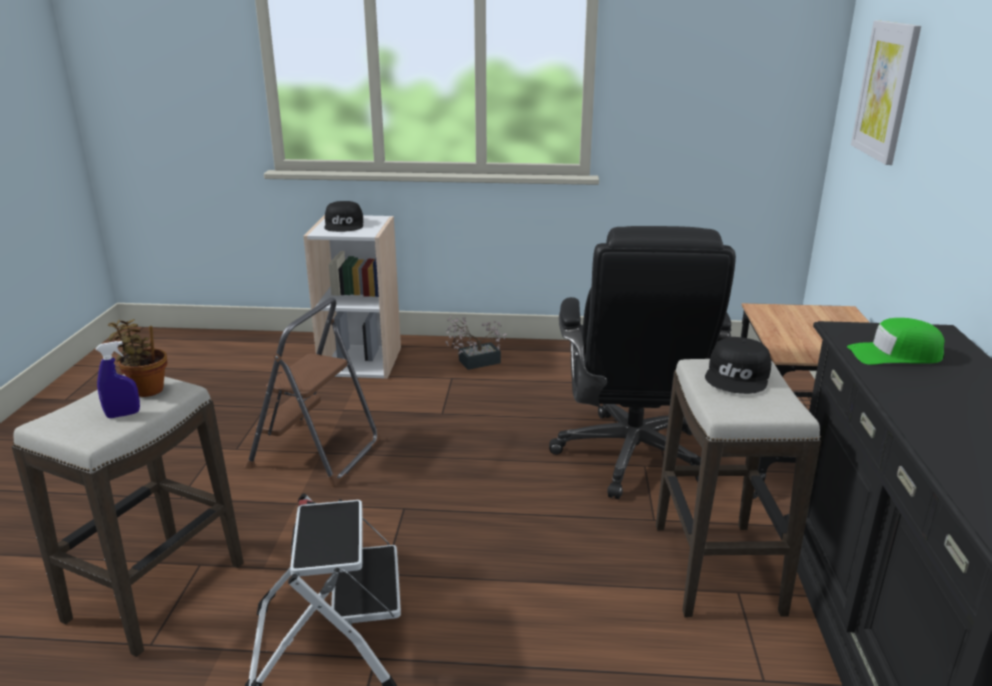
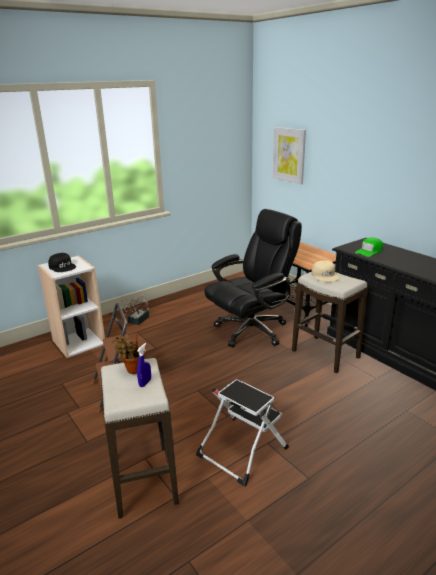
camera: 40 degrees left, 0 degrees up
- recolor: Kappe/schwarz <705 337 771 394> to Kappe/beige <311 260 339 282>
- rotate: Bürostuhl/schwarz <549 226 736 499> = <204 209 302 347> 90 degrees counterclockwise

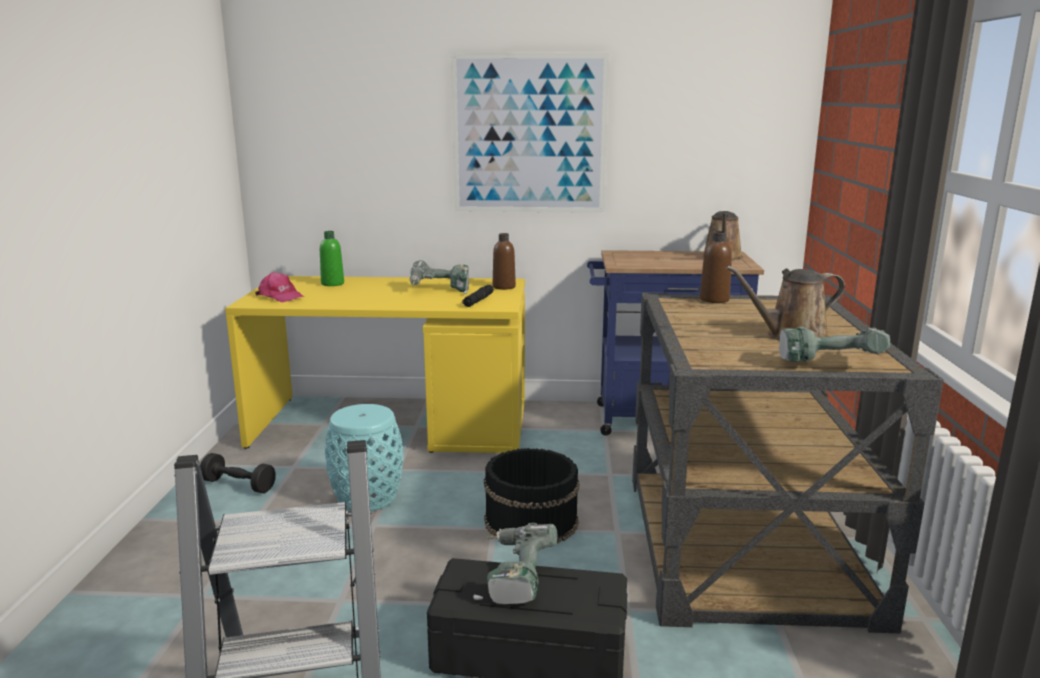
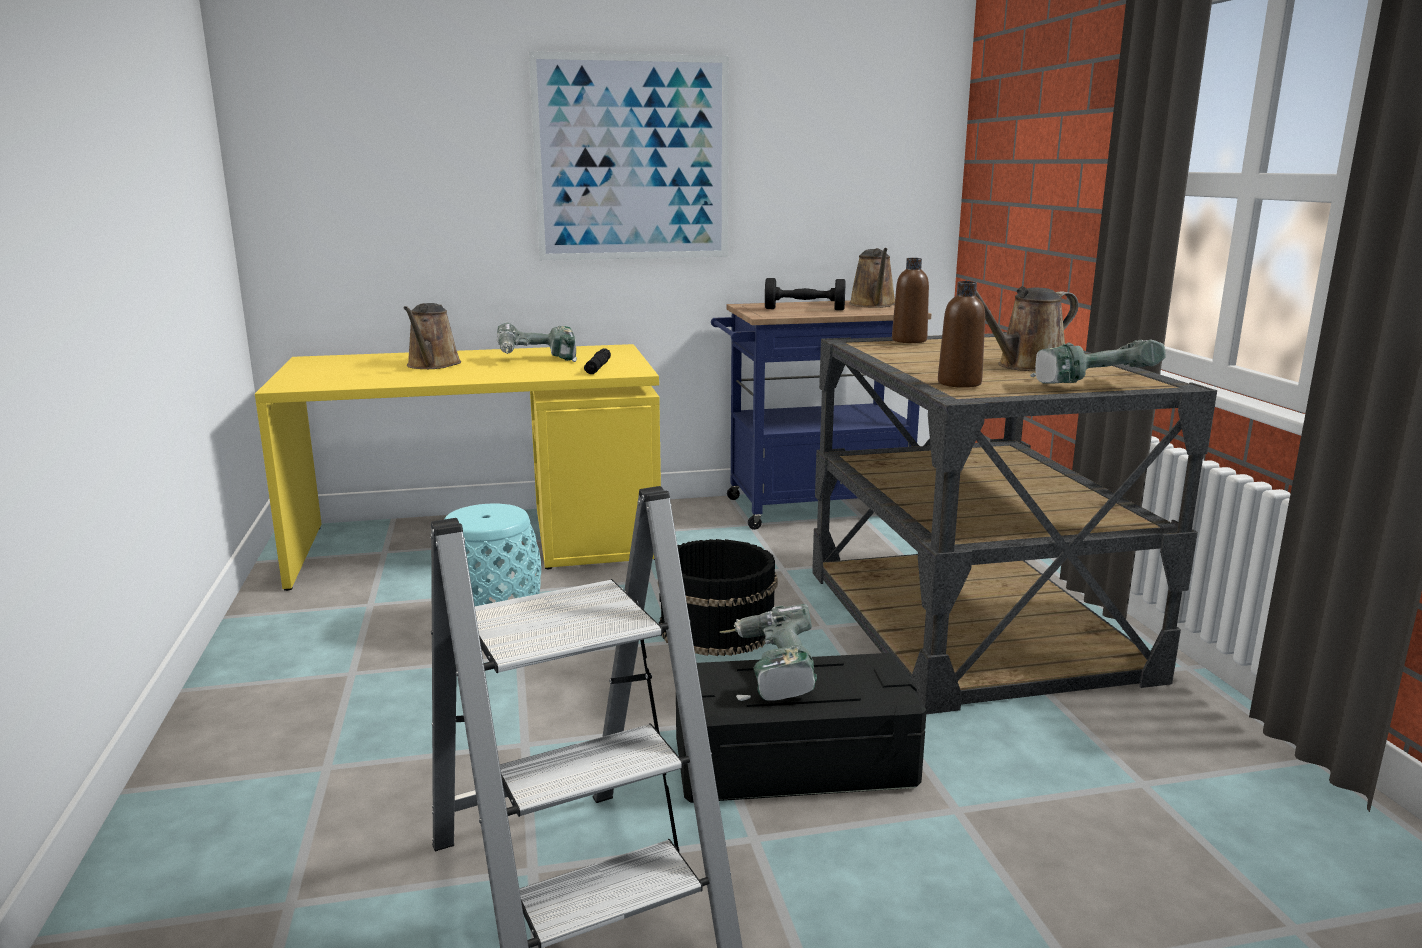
camera: 15 degrees left, 0 degrees up
- delete: Kappe/rosa <255 272 304 302>
- delete: Flasche/grün <320 231 344 286>
- insert: Gießkanne/braun <403 303 461 369>
- move: Hantel/schwarz <200 453 276 493> to <765 278 846 310>
- move: Flasche/braun <493 233 516 290> to <938 281 985 388>

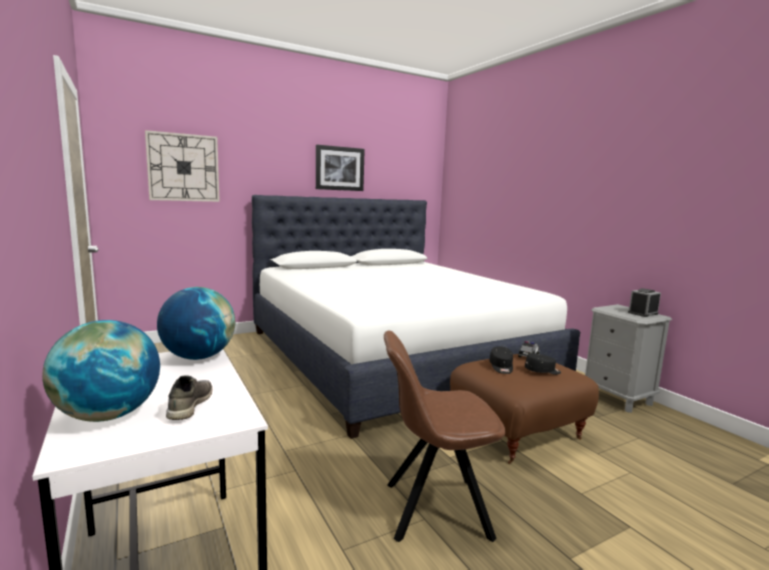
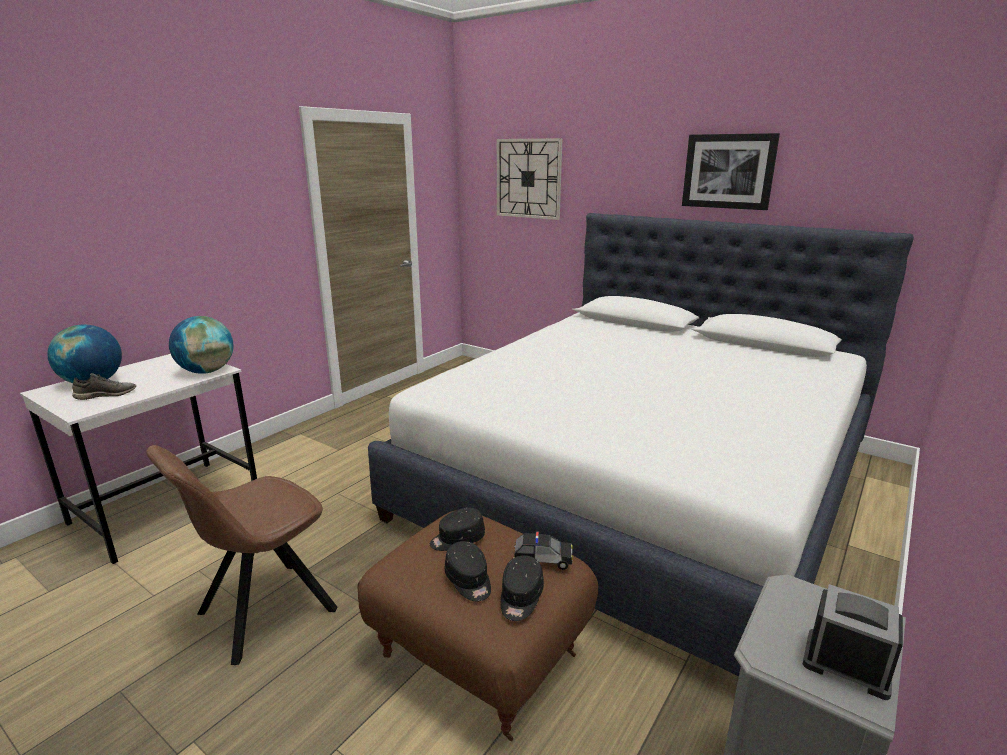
camera: 65 degrees right, 10 degrees up
- insert: Kappe/schwarz <501 555 544 621>
- rotate: Stuhl/braun <384 330 506 542> = <146 445 337 665> 105 degrees counterclockwise

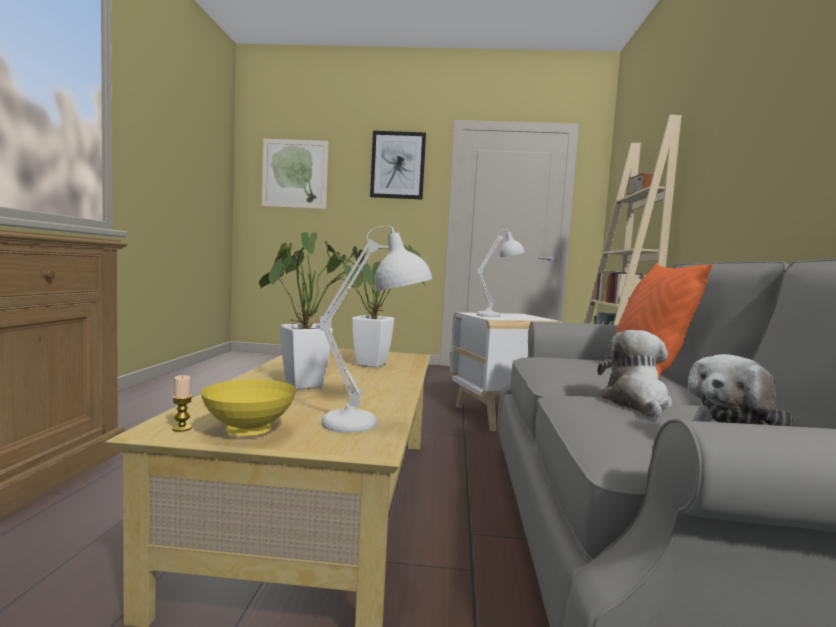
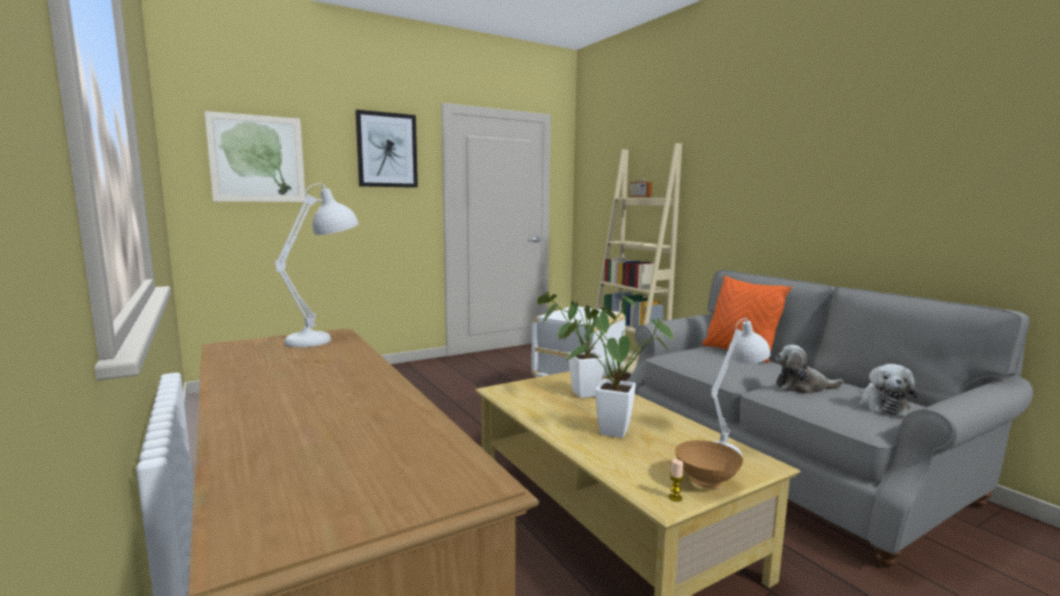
camera: 35 degrees left, 5 degrees up
- move: Tischlampe/weiß <476 229 525 317> to <275 184 359 347>
- recolor: Schüssel/gelb <201 379 297 436> to Schüssel/braun <675 440 743 488>
- rotate: Plüschtier <597 330 672 418> = <775 345 843 394> 60 degrees counterclockwise

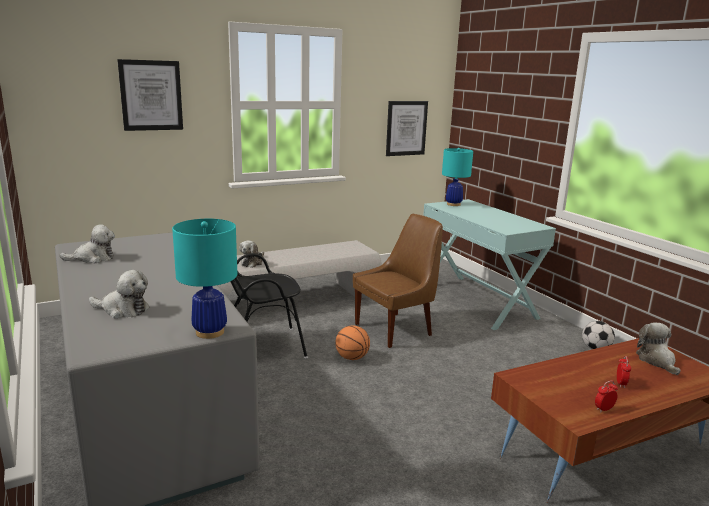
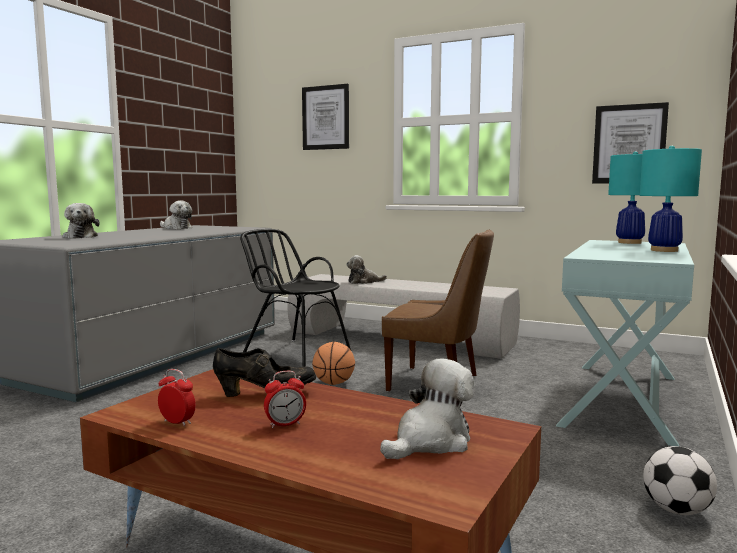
camera: 55 degrees right, 10 degrees down
- insert: Schuh/schwarz <213 348 316 397>
- move: Tischlampe/türkis <172 219 237 339> to <640 146 702 252>

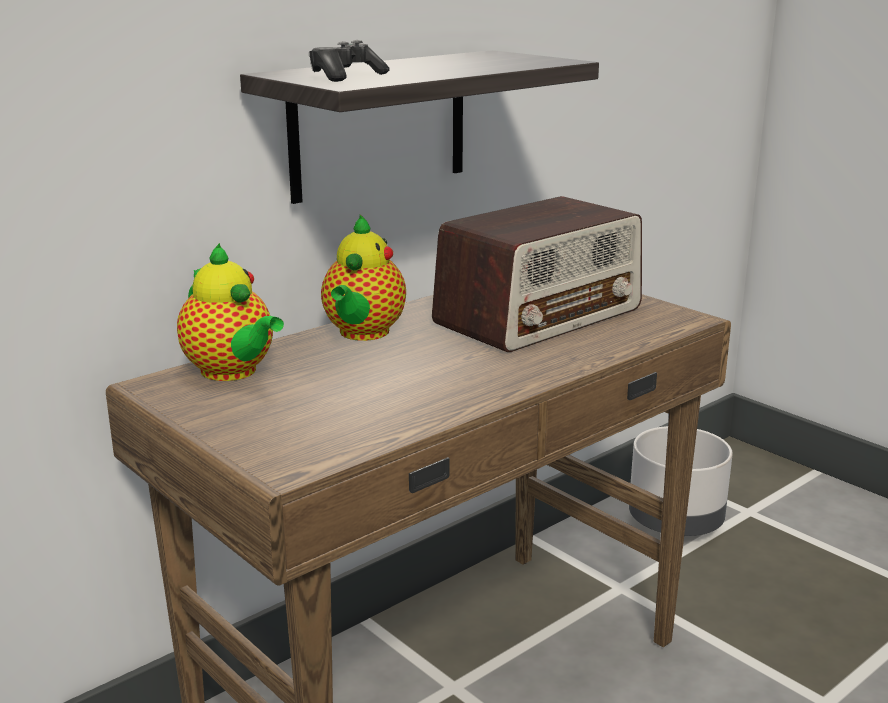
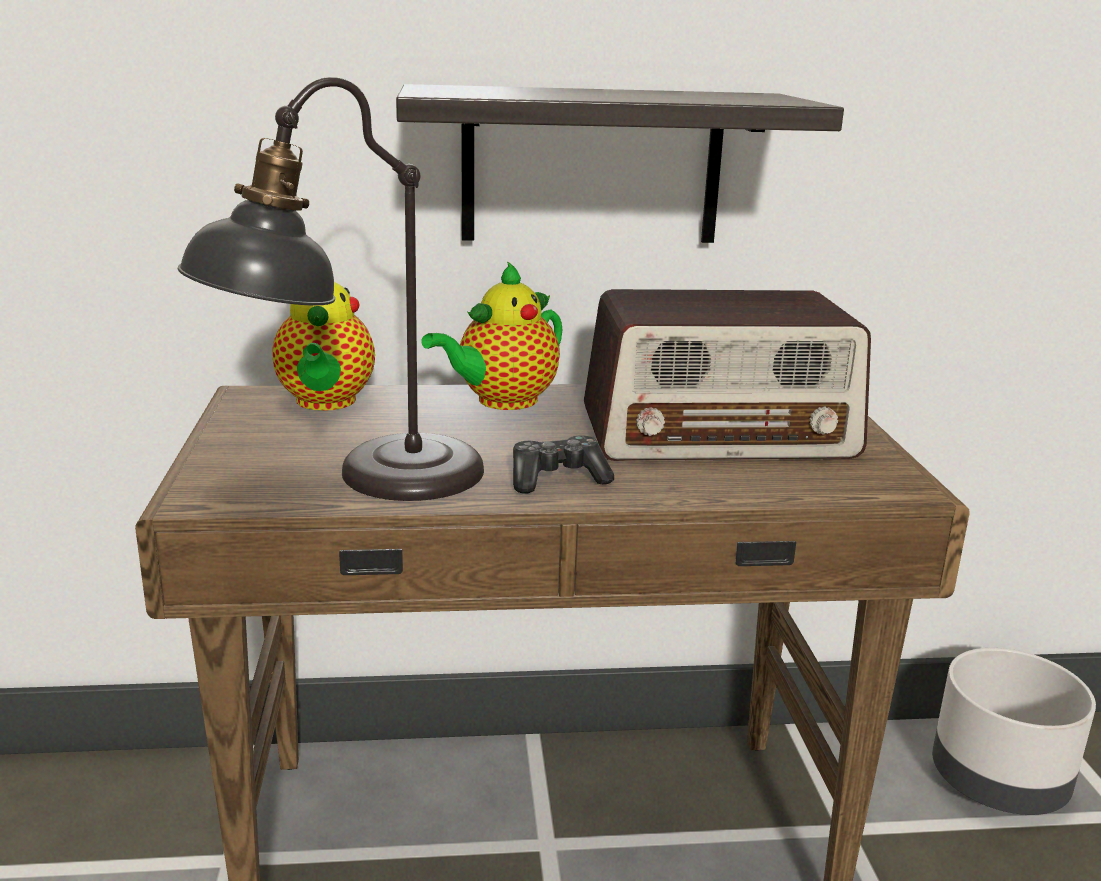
camera: 35 degrees right, 0 degrees up
- insert: Tischlampe/grau <178 77 484 501>
- move: Gamepad <309 40 390 82> to <513 435 614 494>

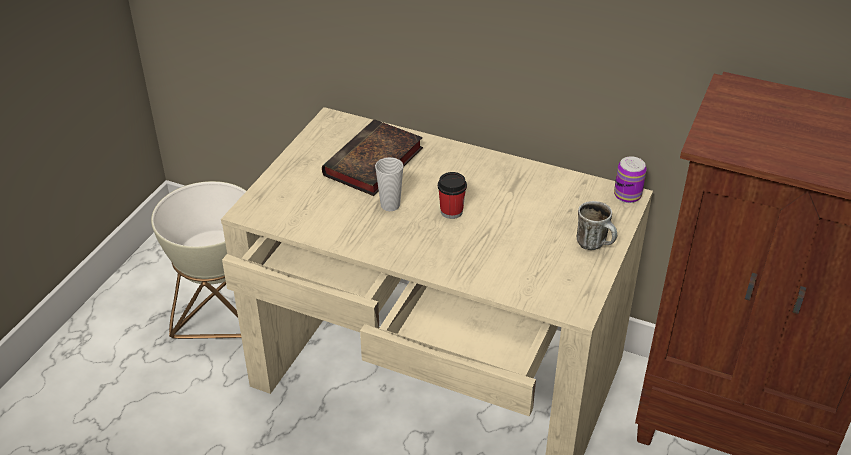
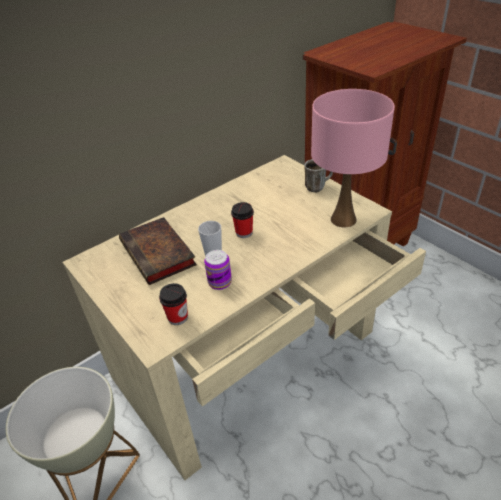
camera: 60 degrees left, 0 degrees up
- insert: Tasse <159 283 188 325>
- insert: Tischlampe/rosa <311 89 395 227>
- move: Dose <614 156 647 203> to <204 250 232 290>

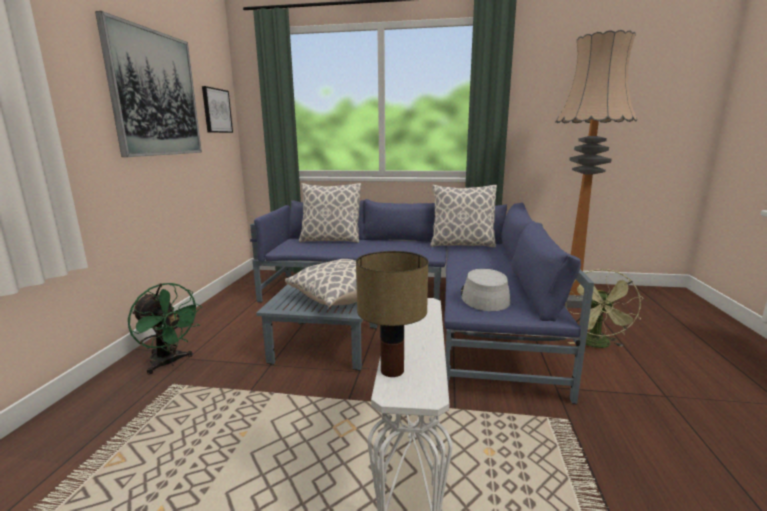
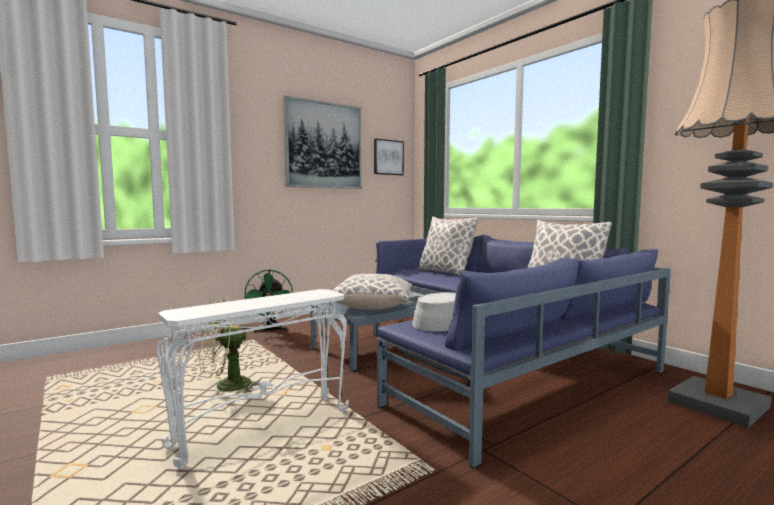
camera: 45 degrees right, 10 degrees down
- delete: Tischlampe <356 251 428 377>
- move: Ventilator/grün <565 269 644 348> to <198 299 260 394>

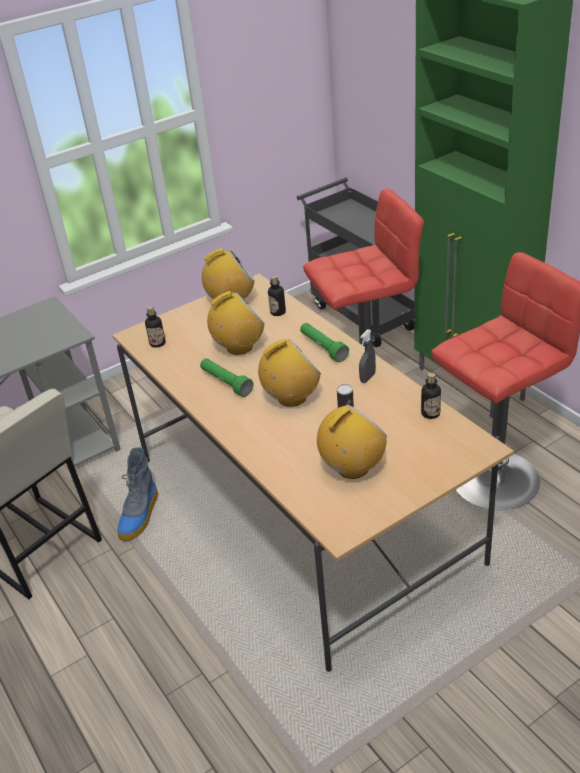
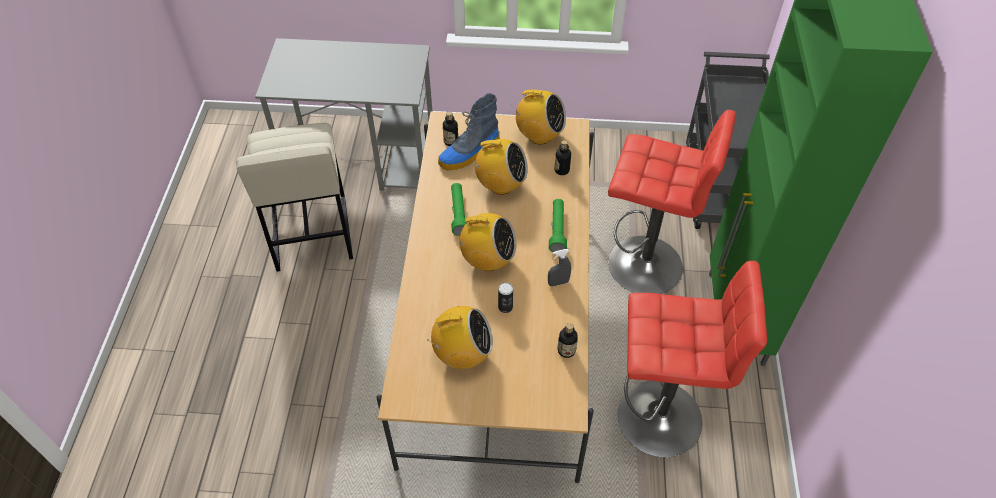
camera: 35 degrees right, 15 degrees up
- move: Stiefel <117 447 158 541> to <438 93 500 170>

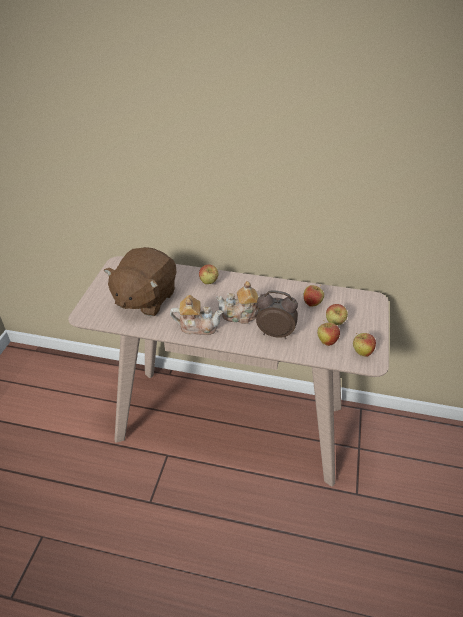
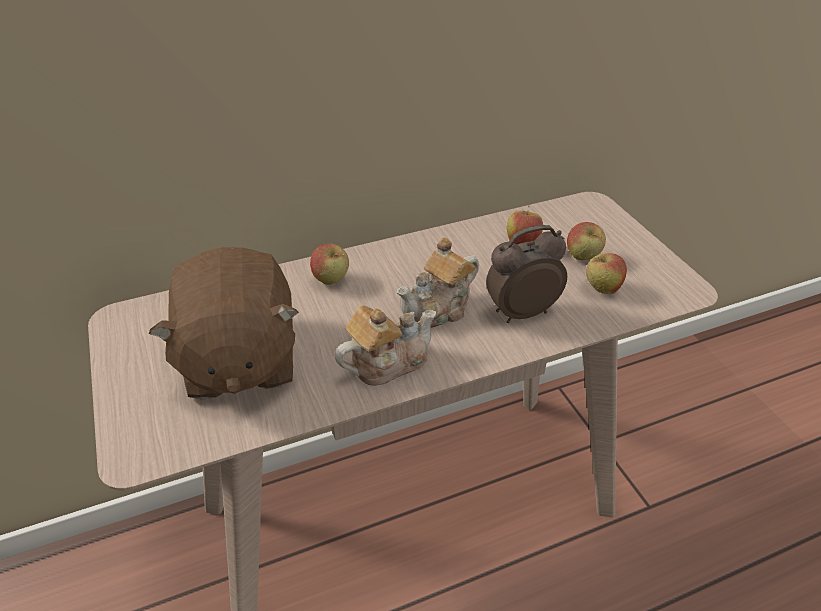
camera: 35 degrees left, 0 degrees up
- delete: Apfel <353 333 376 357>

